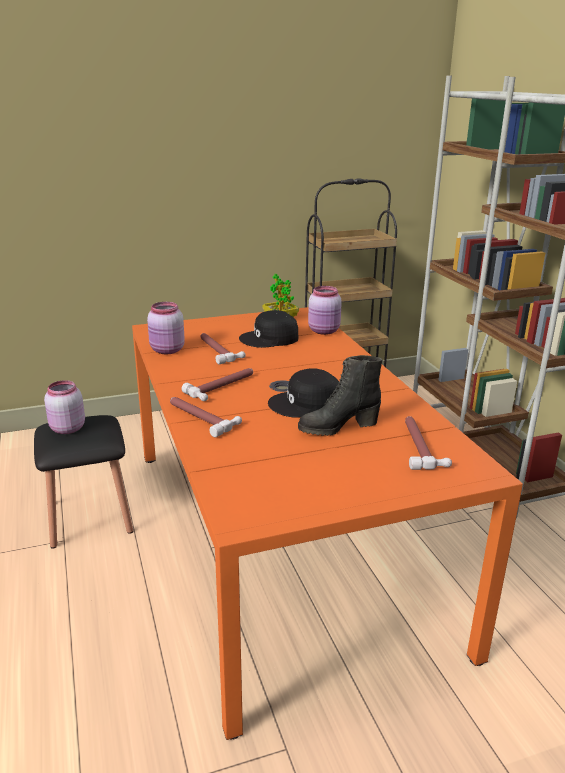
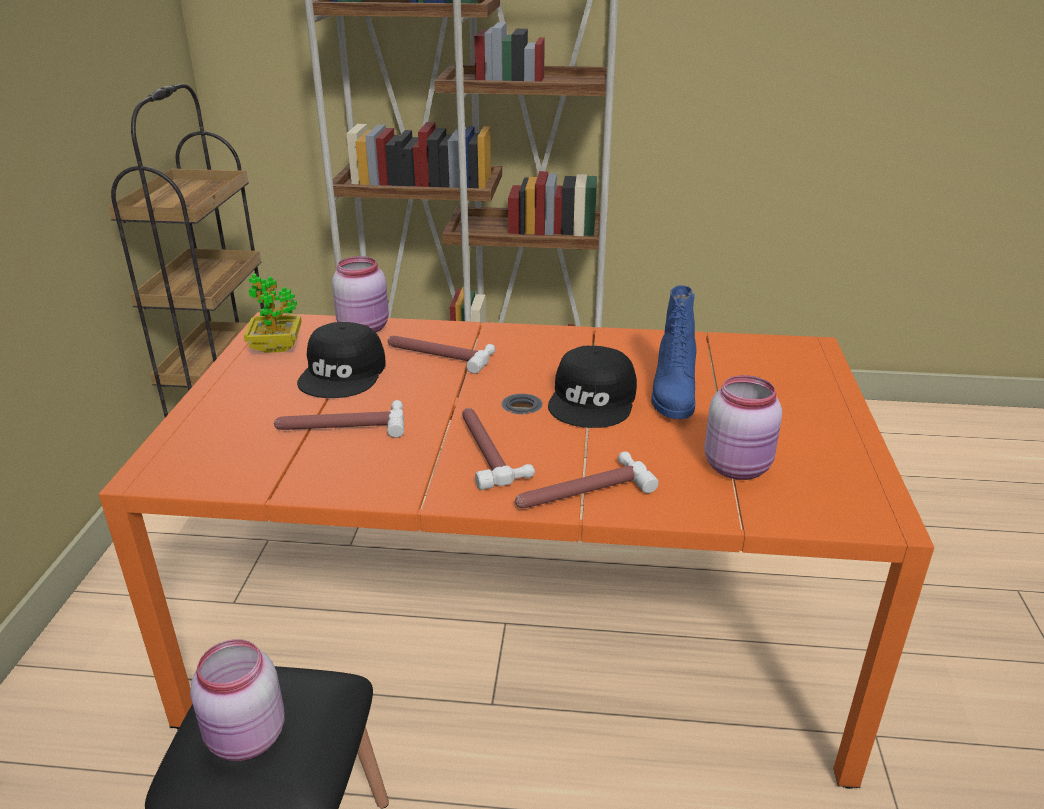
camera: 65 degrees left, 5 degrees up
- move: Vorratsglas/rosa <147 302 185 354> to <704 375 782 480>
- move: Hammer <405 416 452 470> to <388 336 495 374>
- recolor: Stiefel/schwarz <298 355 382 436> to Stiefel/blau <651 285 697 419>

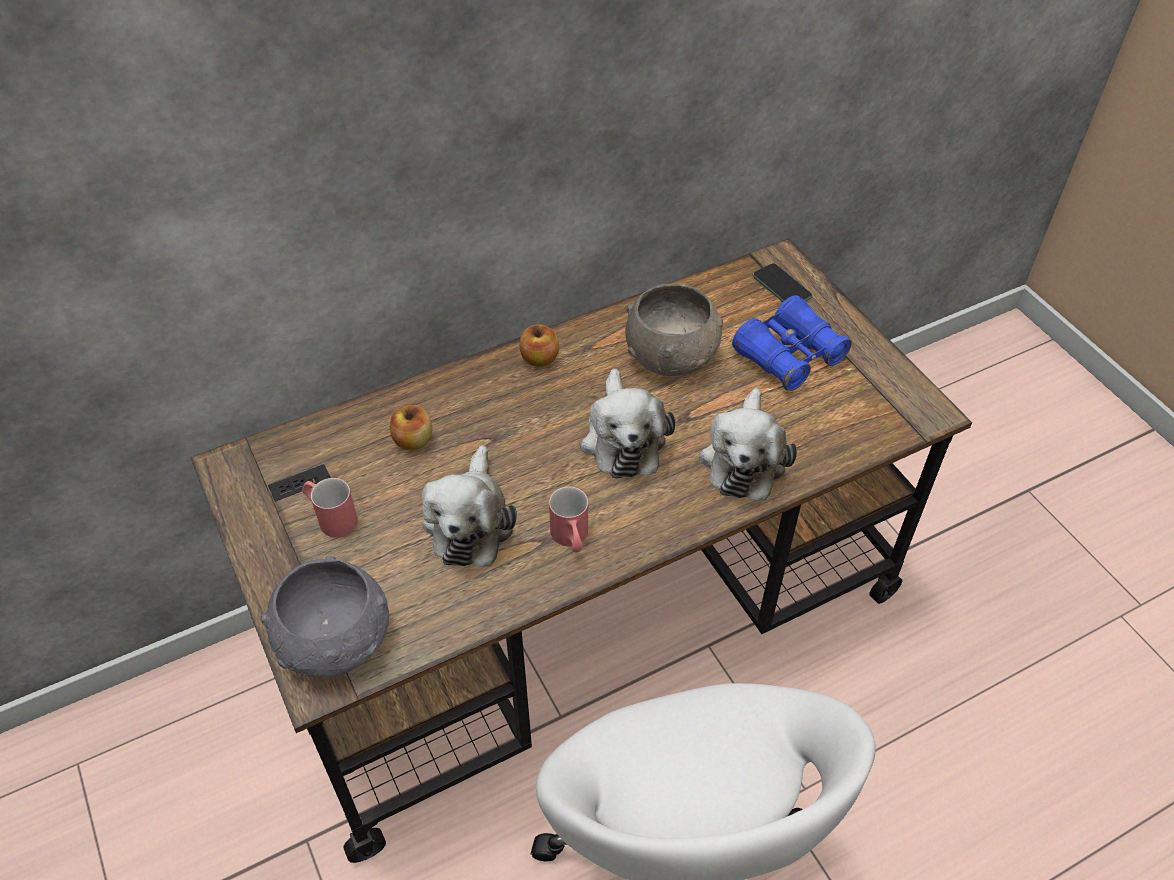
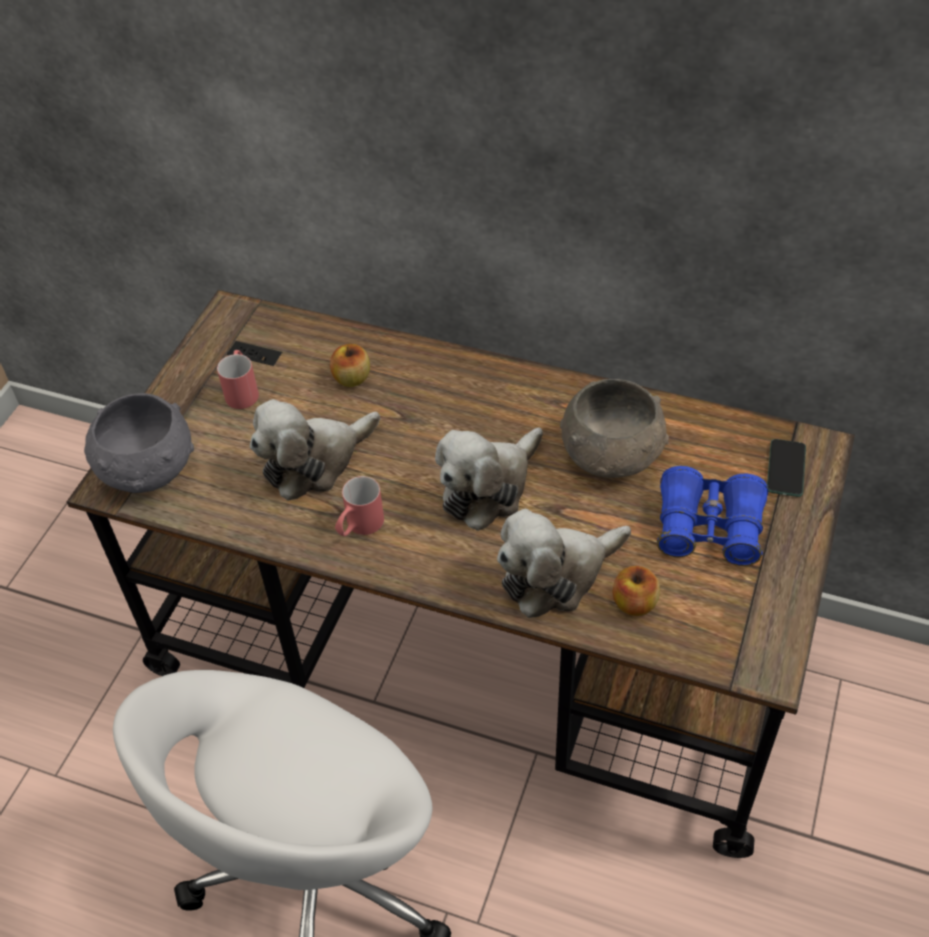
camera: 50 degrees right, 0 degrees up
- move: Apfel <520 325 559 367> to <613 566 660 616>

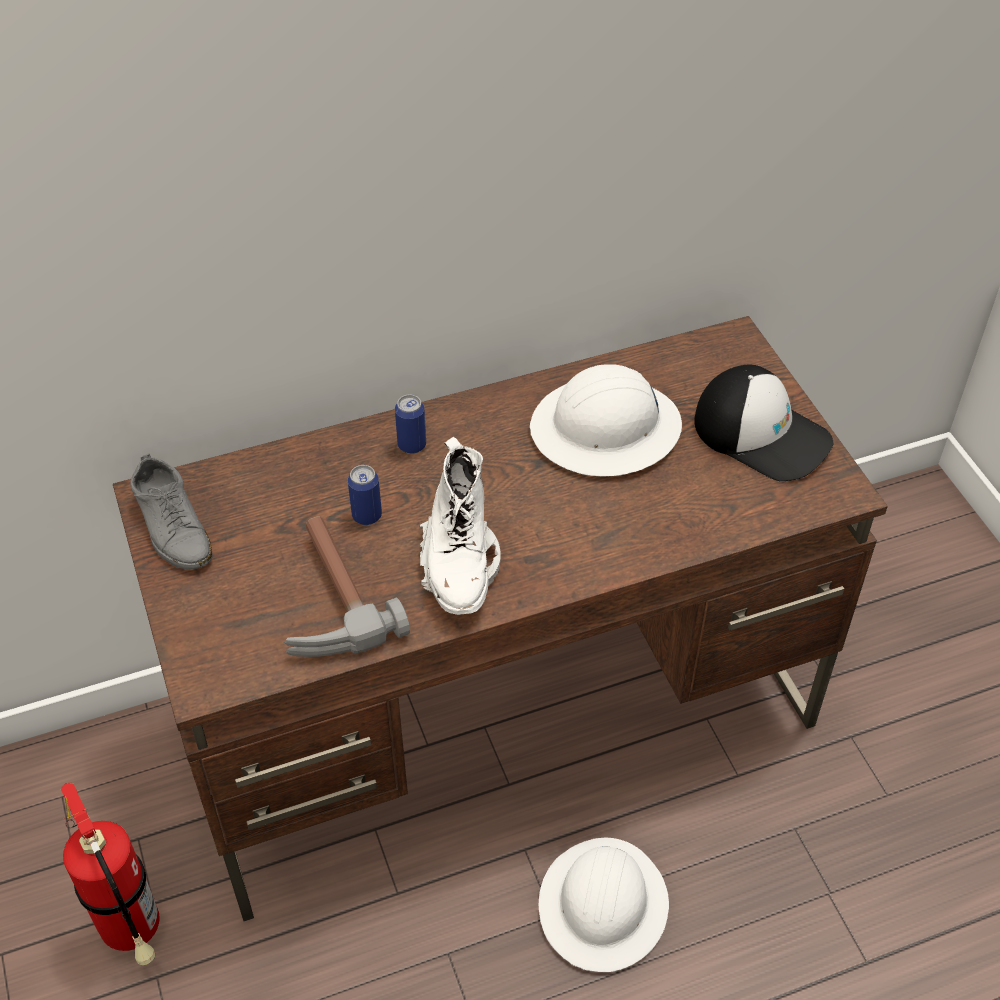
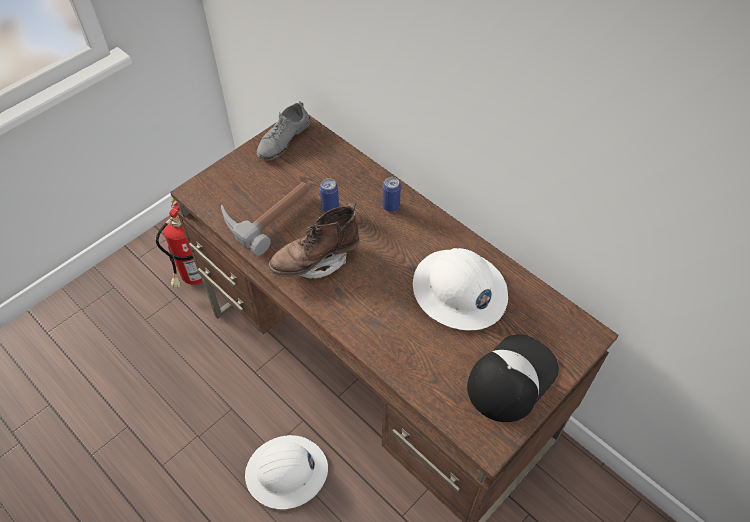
camera: 65 degrees right, 5 degrees up
- recolor: Stiefel/weiß <419 437 501 615> to Stiefel/braun <269 201 360 279>
- rotate: Kappe <694 365 834 481> = <467 334 559 422> 150 degrees counterclockwise

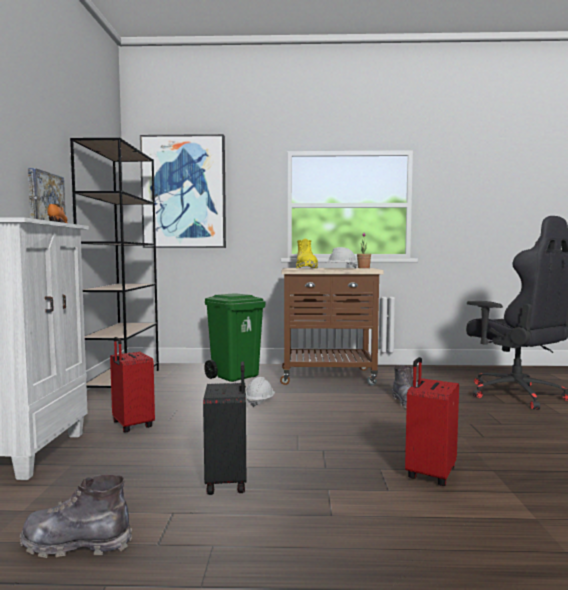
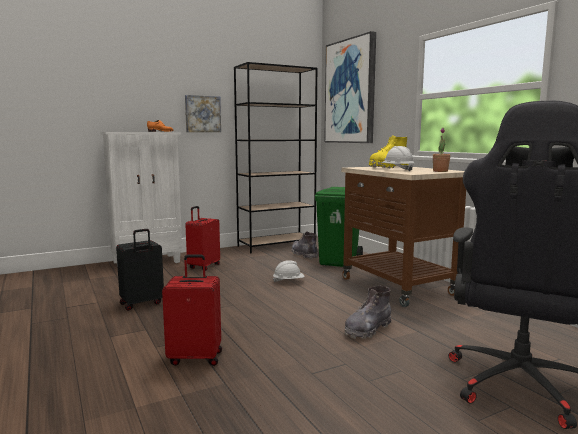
camera: 60 degrees right, 5 degrees up
- move: Stiefel/grau <20 475 132 558> to <292 231 318 259>

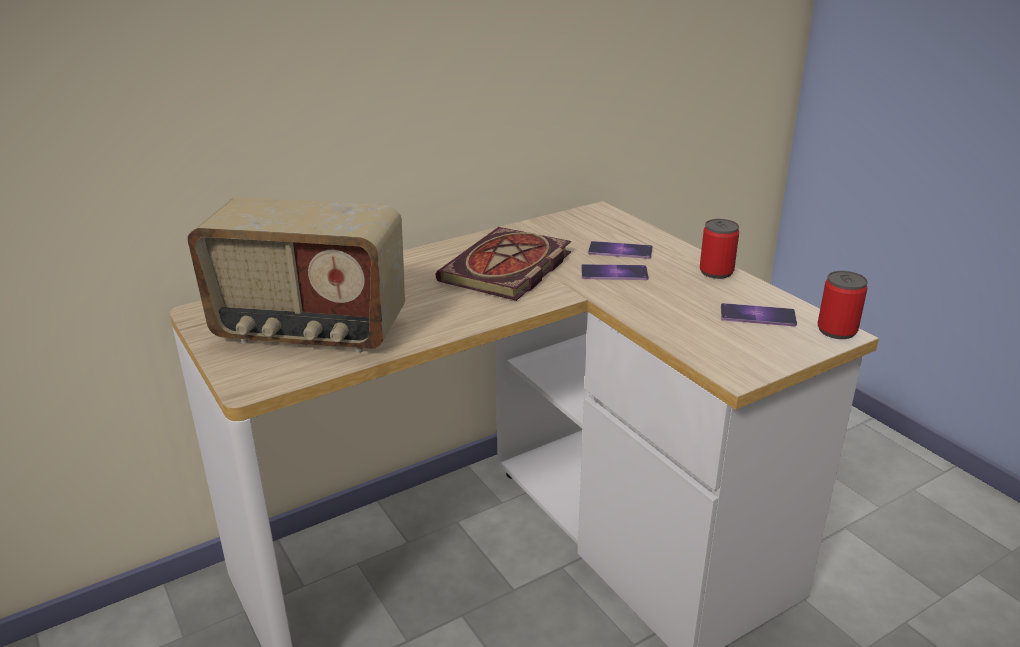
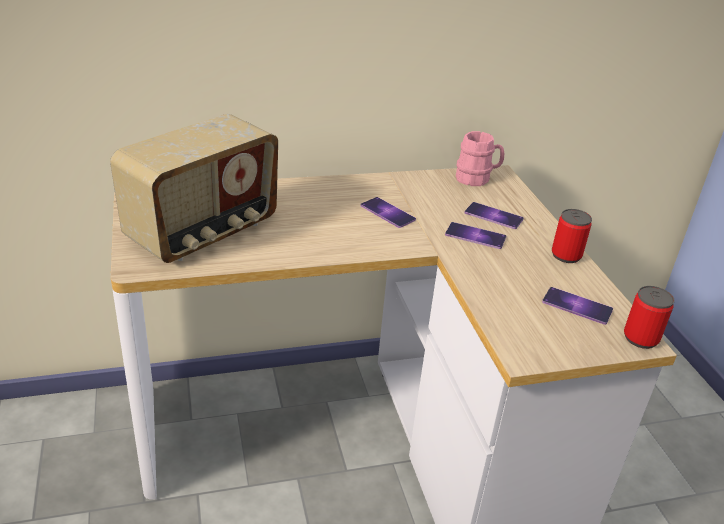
camera: 15 degrees right, 5 degrees up
- insert: Henkelbecher/rosa <456 131 504 186>
- replace: Buch <436 227 571 301> to Handy <360 197 416 228>
- rotate: Radio <187 197 405 353> = <110 114 278 263> 75 degrees counterclockwise

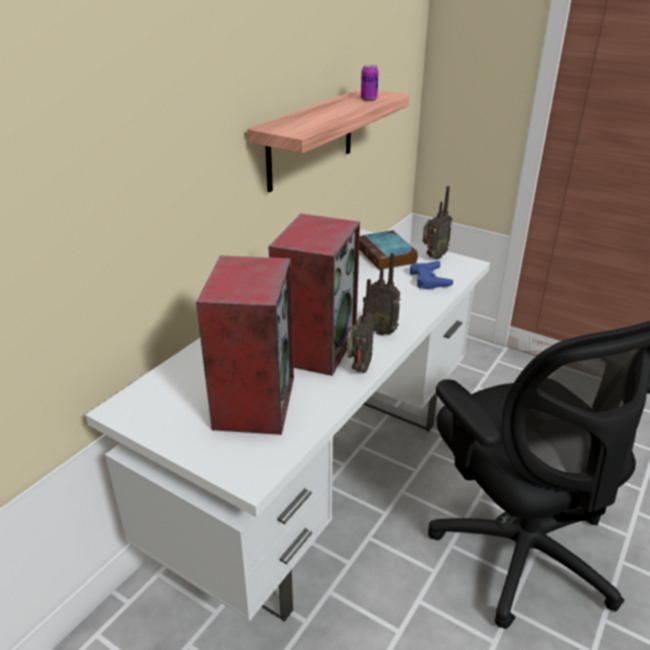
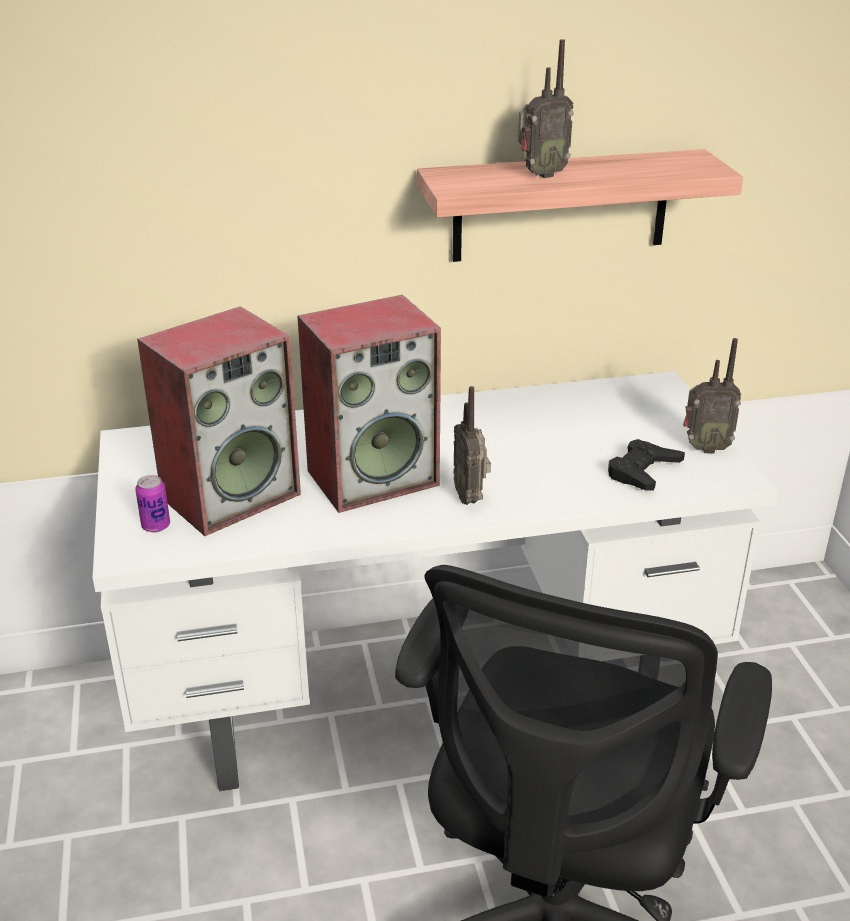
camera: 45 degrees right, 0 degrees up
- delete: Buch <359 230 418 270>
- move: Radio <347 279 374 373> to <518 39 574 178>
- move: Dose <361 65 379 101> to <135 475 170 532>
- recolor: Gamepad/blau <410 261 453 289> to Gamepad/schwarz <608 439 685 491>

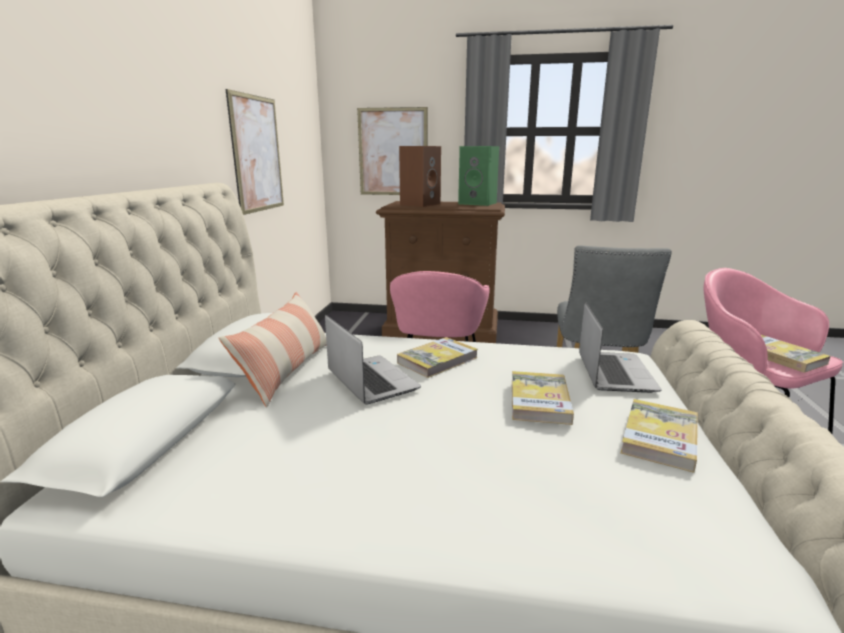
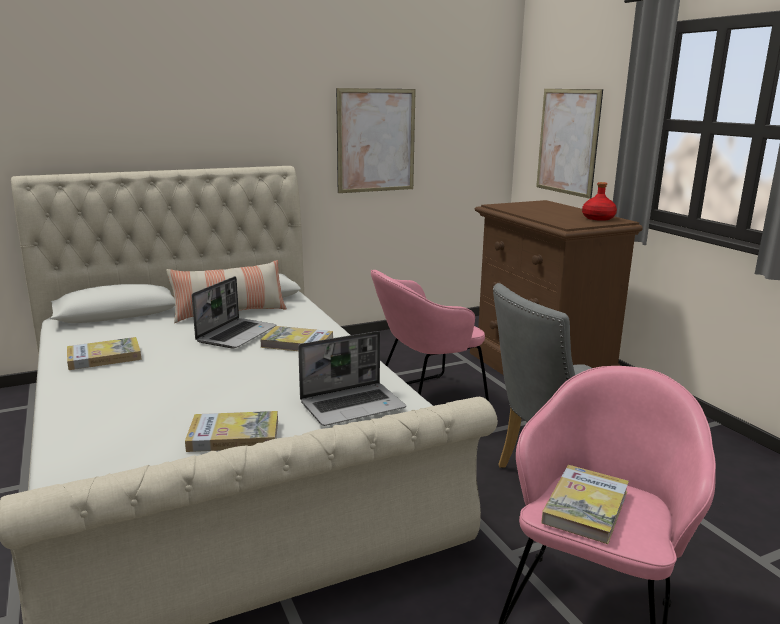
camera: 55 degrees right, 0 degrees up
- delete: Lautsprecher/braun <399 146 441 207>
- move: Buch <512 371 574 425> to <67 337 141 370>
- replace: Lautsprecher/grün <458 146 499 206> to Flasche/rot <582 182 617 221>

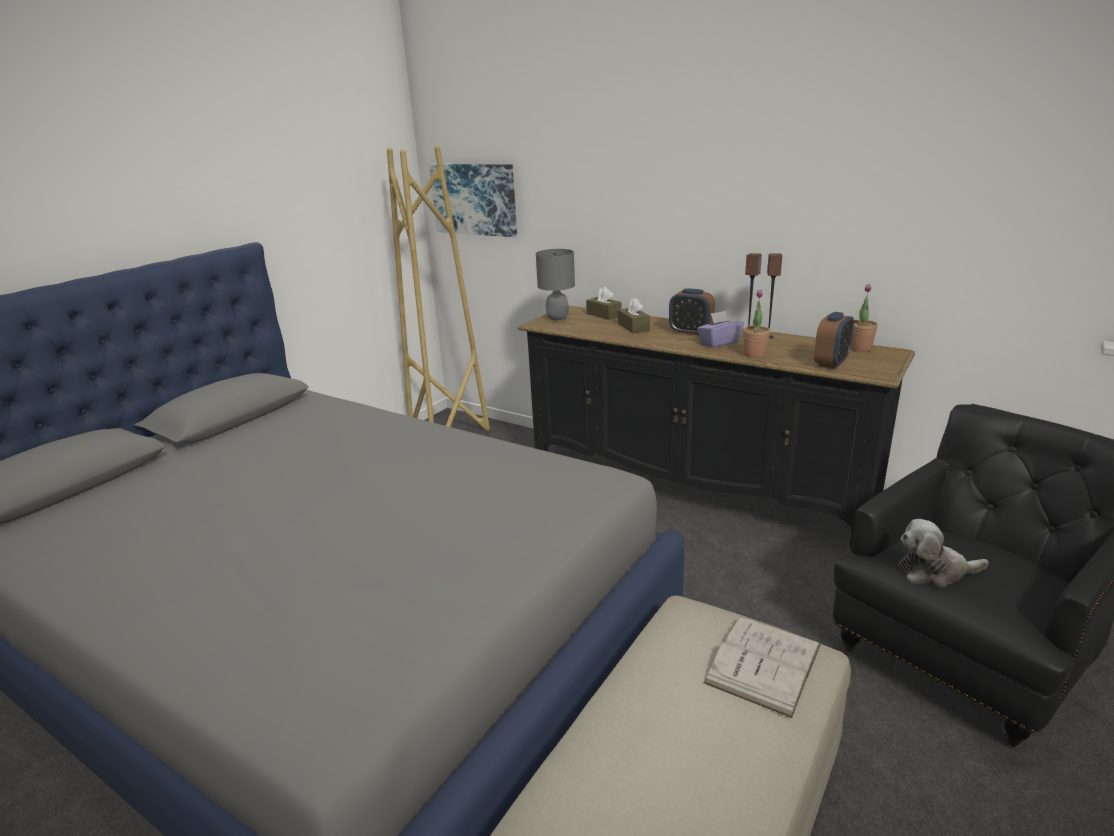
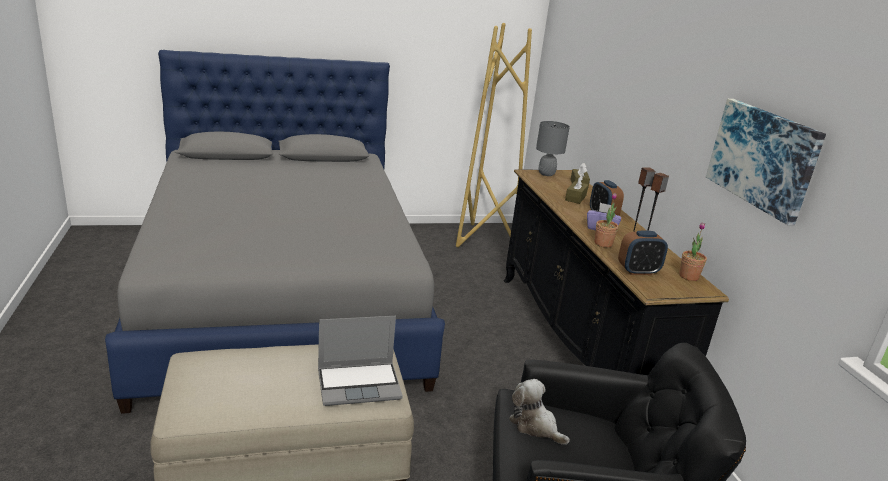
camera: 40 degrees right, 0 degrees up
- move: Bild <429 164 517 237> to <706 99 826 225>
- replace: Buch/weiß <703 616 821 718> to Laptop <318 316 403 406>

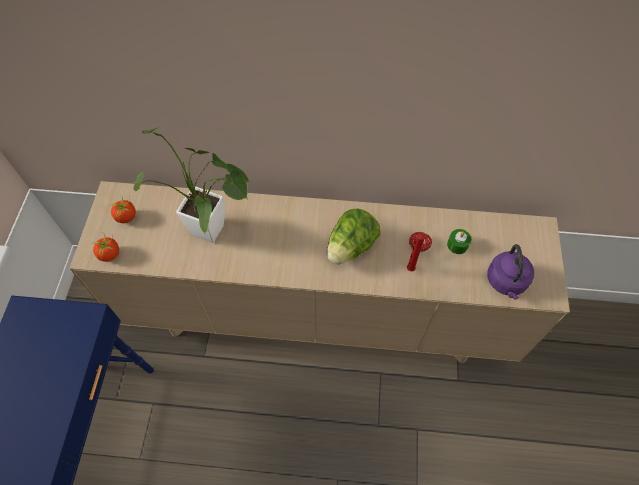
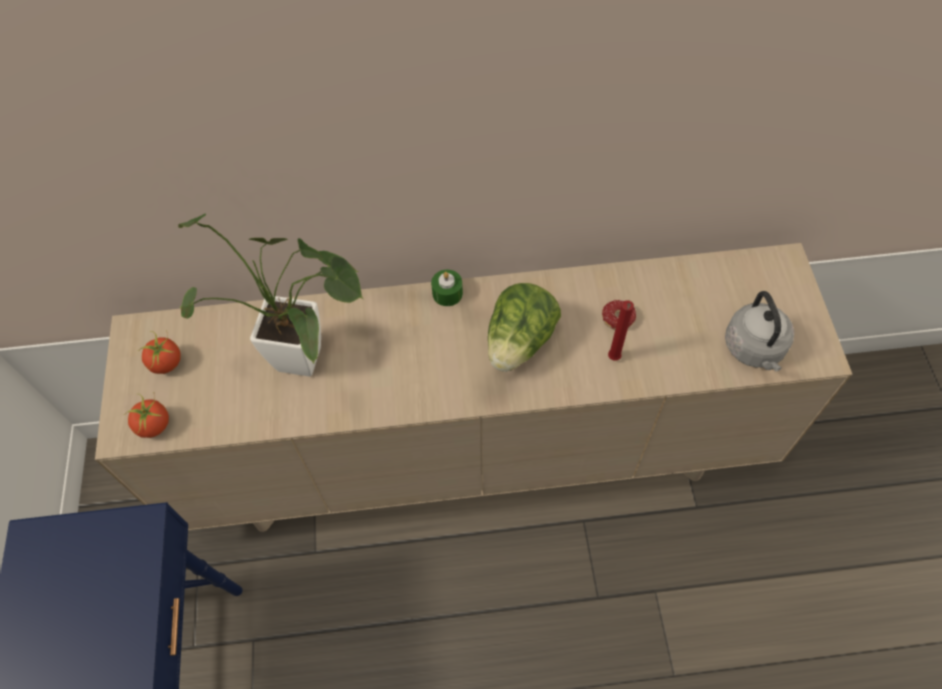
camera: 10 degrees left, 0 degrees up
- move: Kerze/grün <447 229 471 254> to <431 270 463 306>
- recolor: Wasserkessel/lila <487 244 534 300> to Wasserkessel/grau <725 291 794 372>

